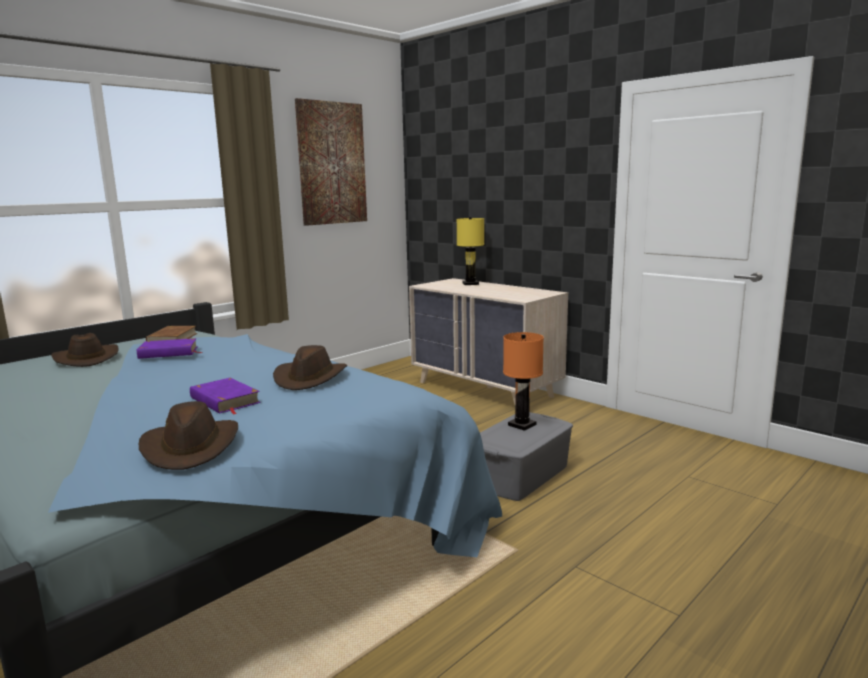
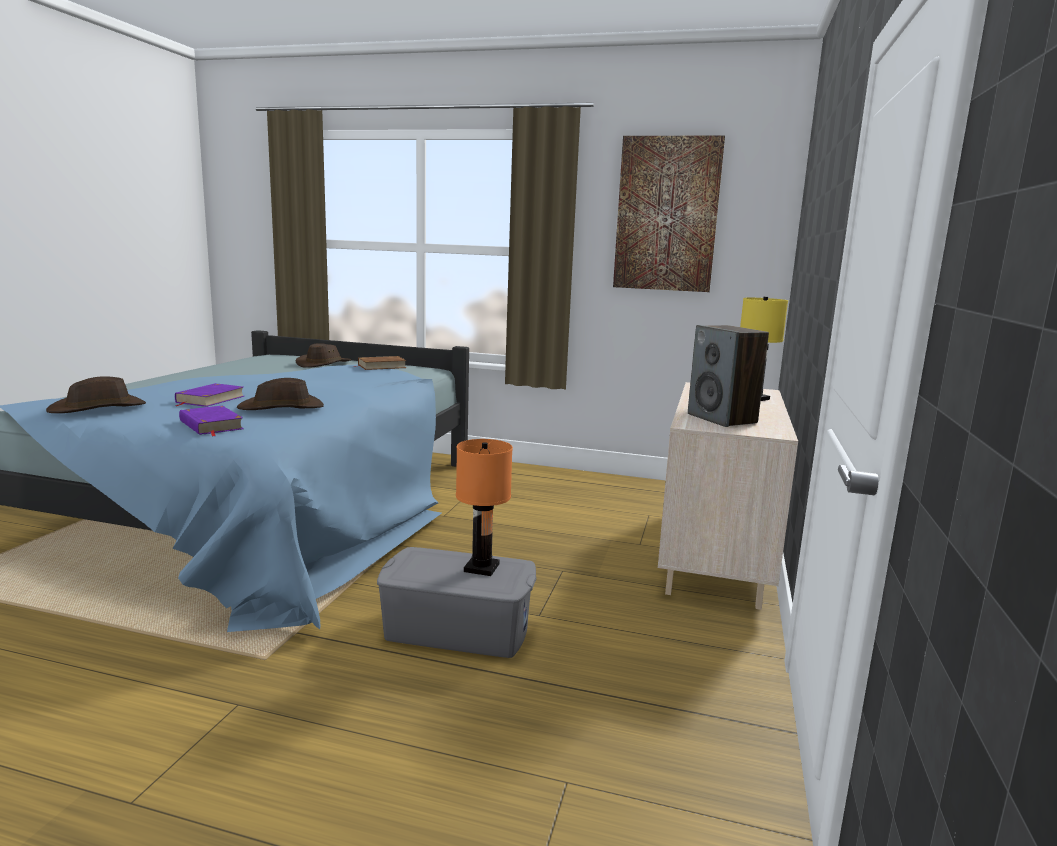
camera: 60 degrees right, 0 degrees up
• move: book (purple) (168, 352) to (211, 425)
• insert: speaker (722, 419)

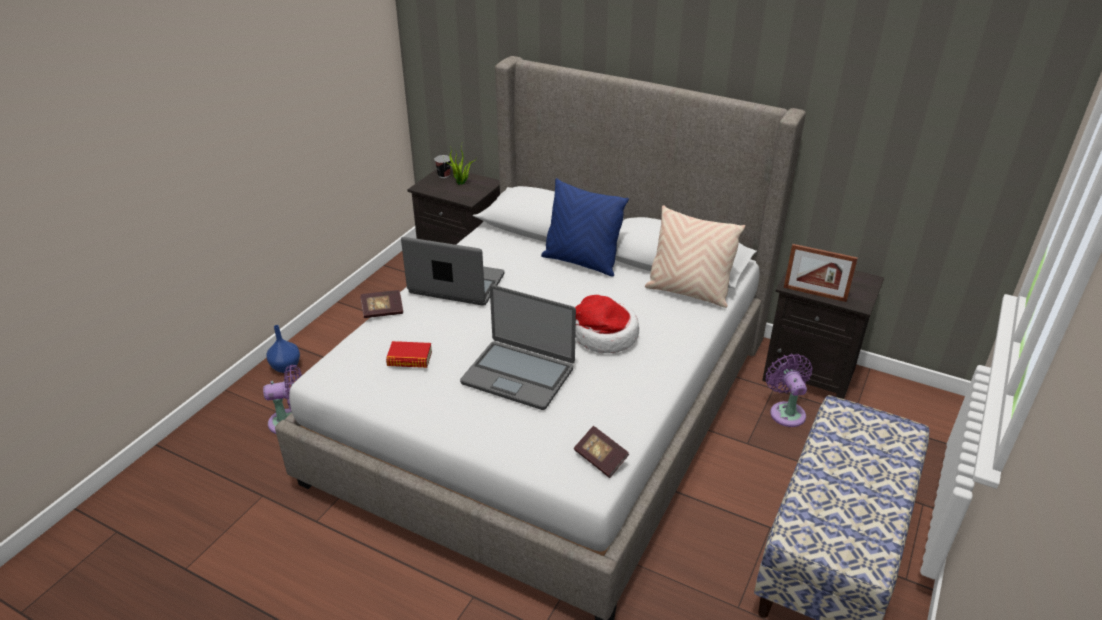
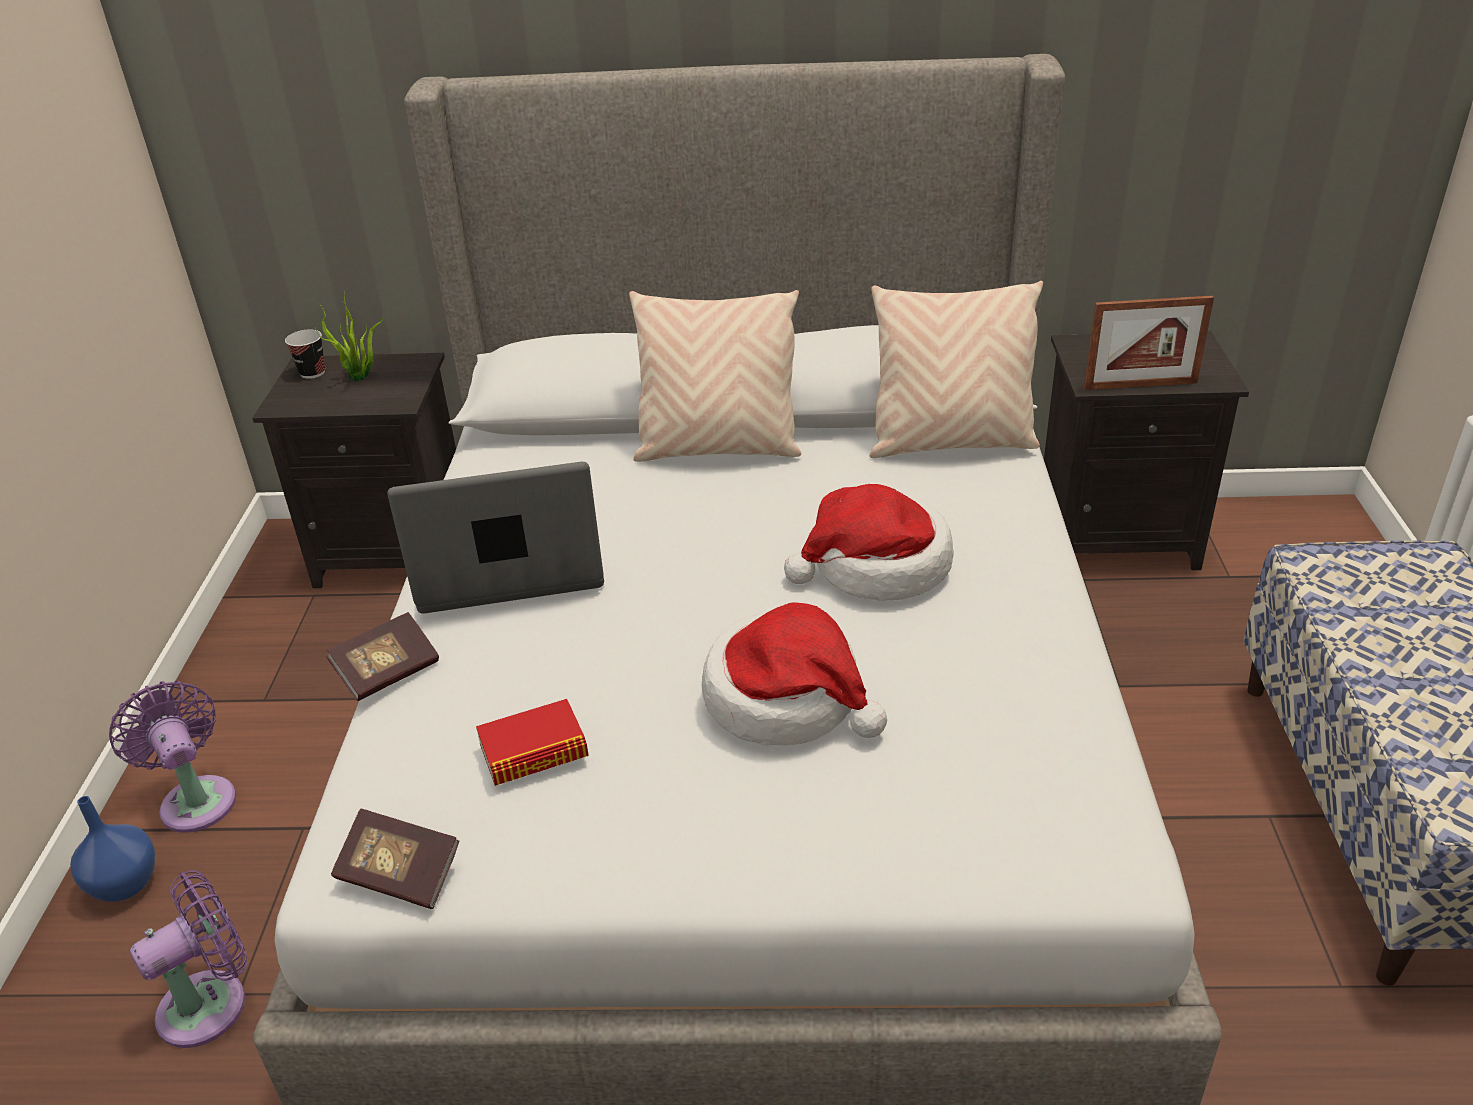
camera: 25 degrees left, 0 degrees up
• replace: laptop (518, 375) to hat (786, 699)
• recolor: pillow (blue) (581, 262) to pillow (beige) (718, 449)
• move: book (600, 459) to (400, 875)
• move: fan (purple) (786, 411) to (196, 799)

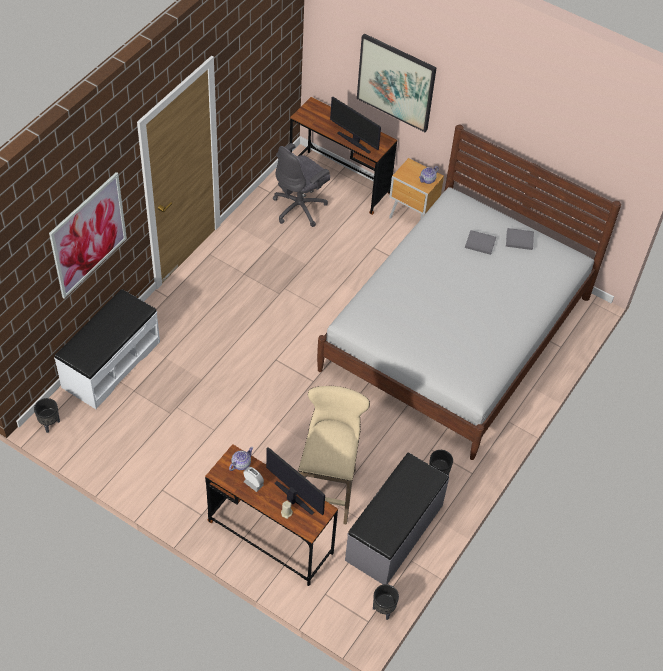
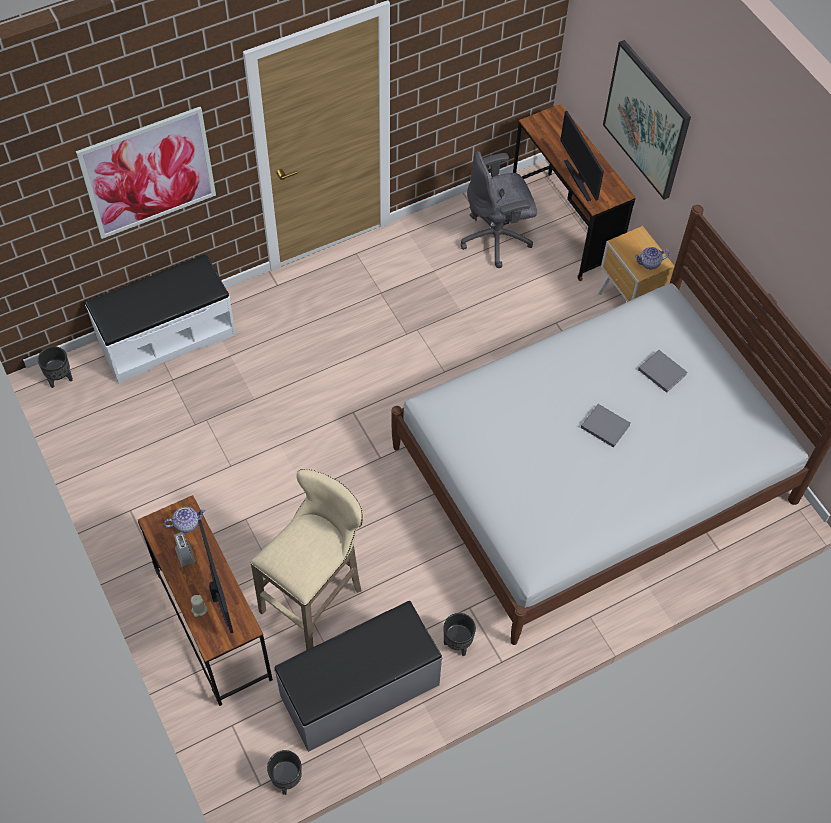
camera: 30 degrees right, 5 degrees up
• move: book (grey) (518, 239) to (604, 425)

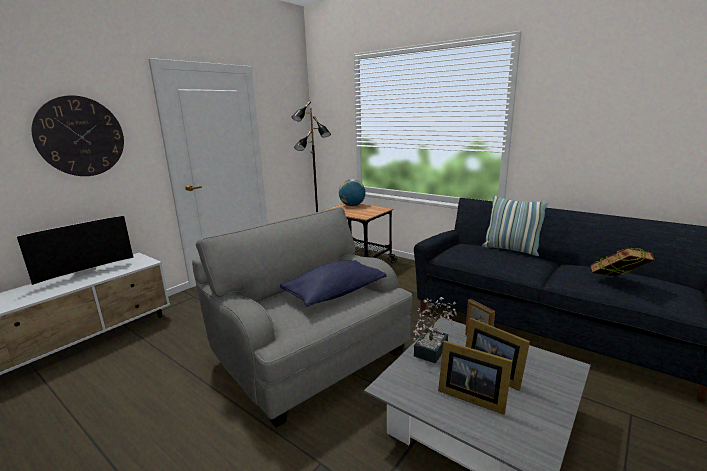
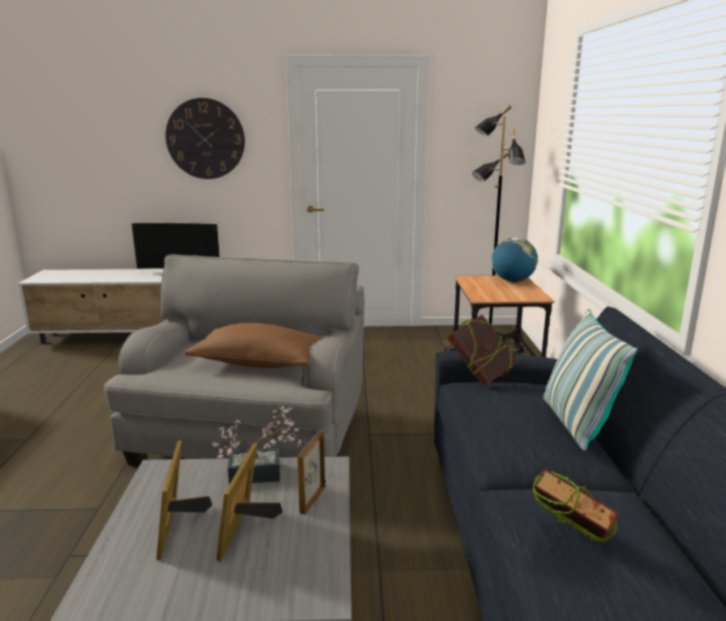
camera: 50 degrees right, 0 degrees up
• recolor: pillow (blue) (334, 293) to pillow (brown) (258, 363)
• insert: book (480, 377)

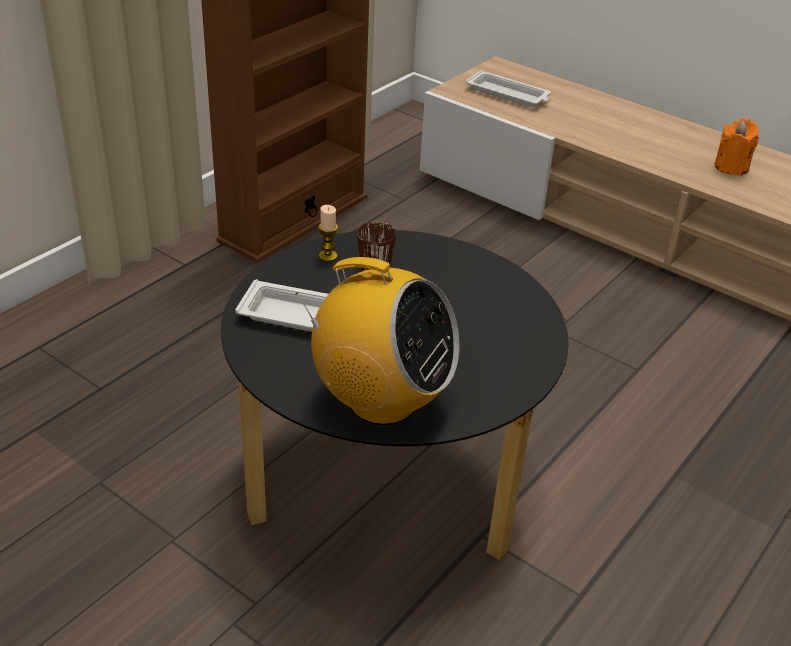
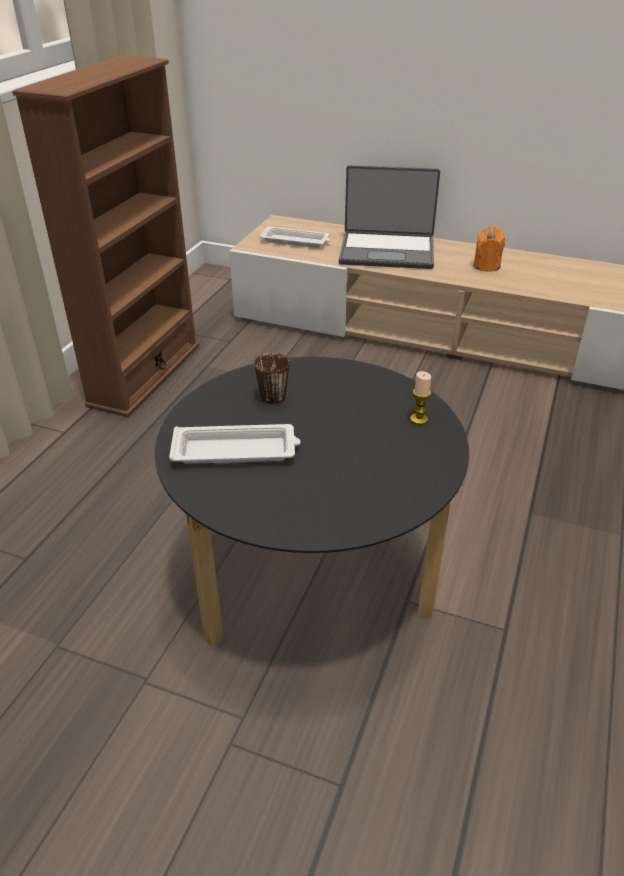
camera: 15 degrees left, 0 degrees up
• delete: radio (381, 402)
• move: candle (328, 256) to (418, 419)
• insert: laptop (387, 251)

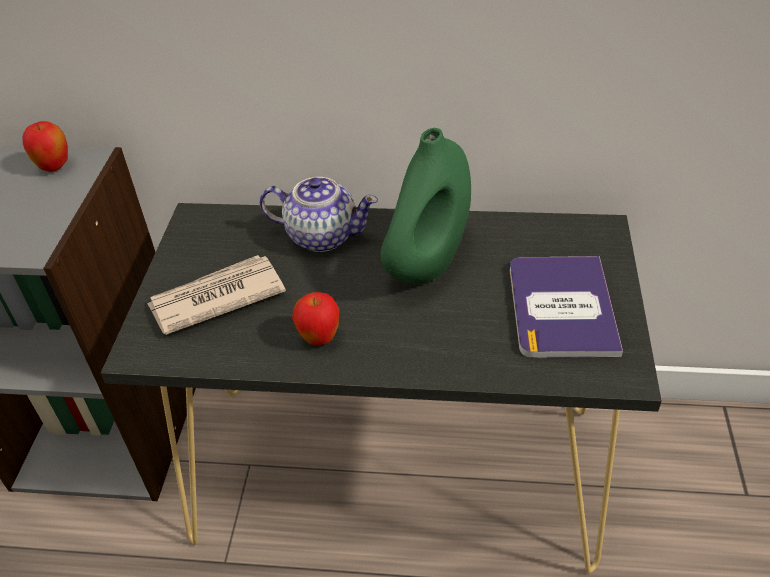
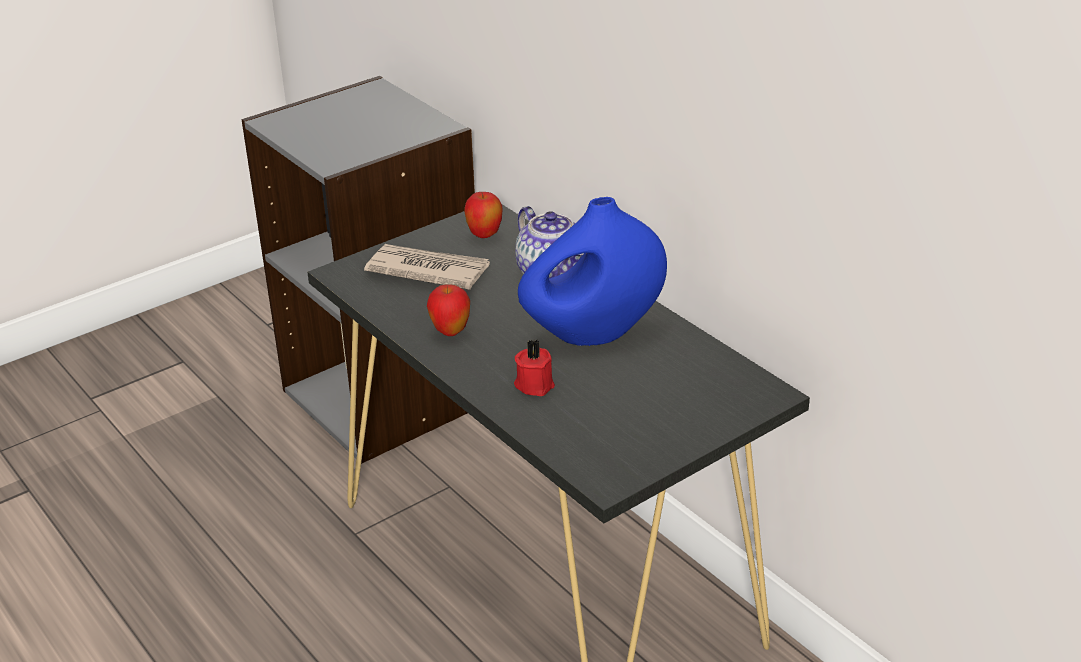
camera: 45 degrees right, 10 degrees down
• move: apple (55, 167) to (484, 235)
• recolor: vase (green) (427, 264) to vase (blue) (592, 334)
• delete: book (561, 307)
• insert: candle (red) (534, 384)

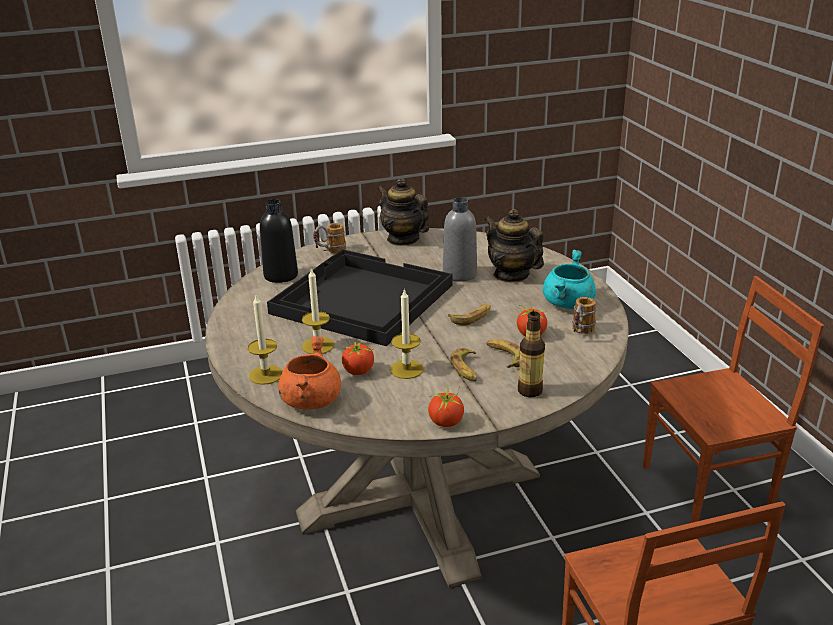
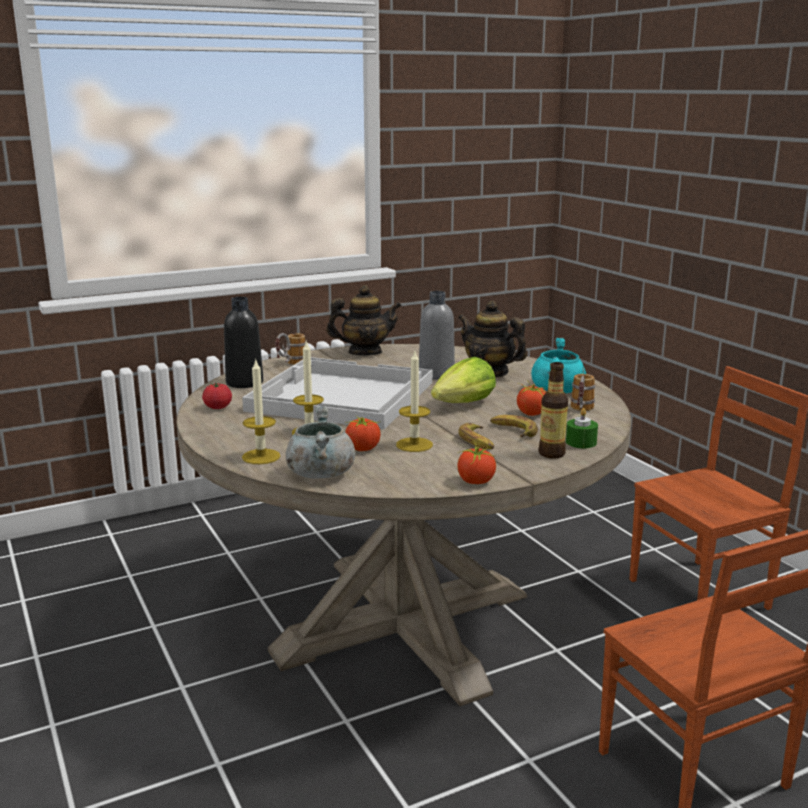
camera: 10 degrees left, 10 degrees down
• recolor: tray (black) (360, 299) to tray (white) (340, 396)
• recolor: cooking pot (orange) (310, 400) to cooking pot (grey) (320, 473)
• rotate: teapot (403, 239) = (364, 352) 135 degrees clockwise
• replace: banana (471, 317) to lettuce (464, 404)
• insert: tomato (218, 407)
• insert: candle (green) (581, 442)

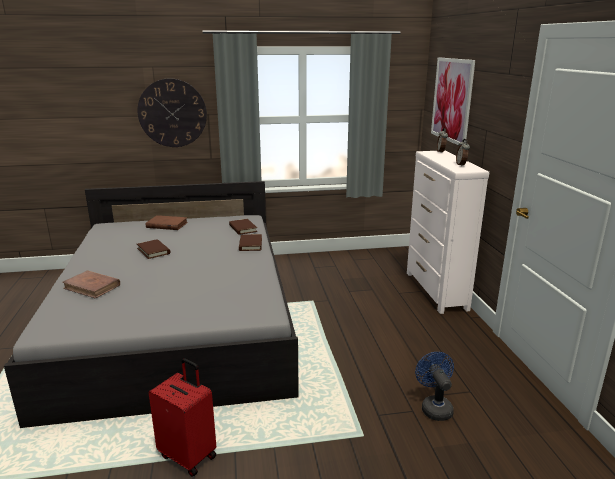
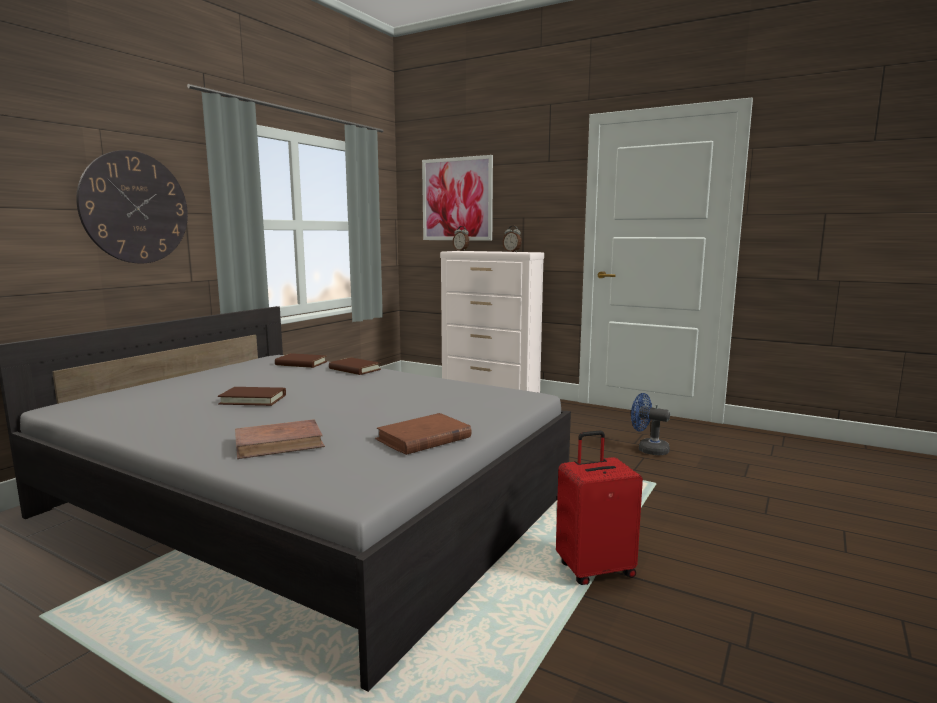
camera: 50 degrees left, 10 degrees down
• move: book (brown) (166, 225) to (423, 438)

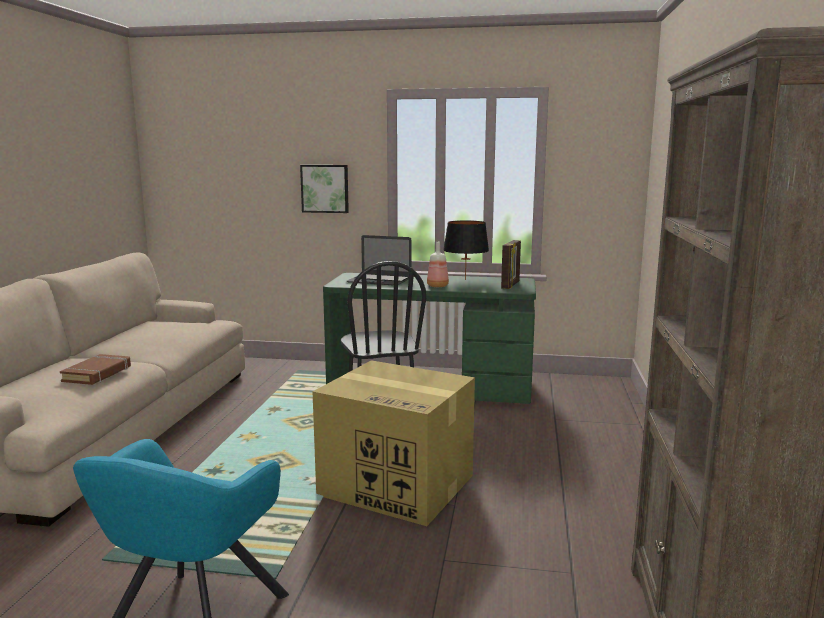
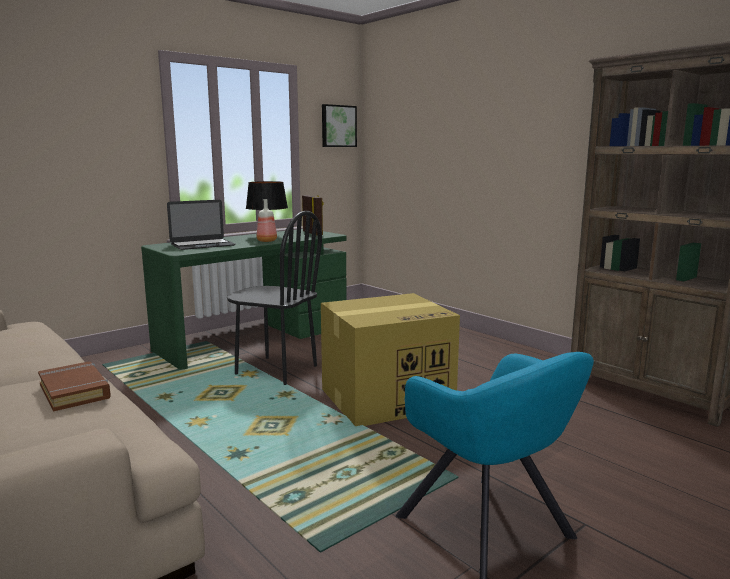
camera: 50 degrees left, 0 degrees up
• move: picture (325, 188) to (338, 126)

